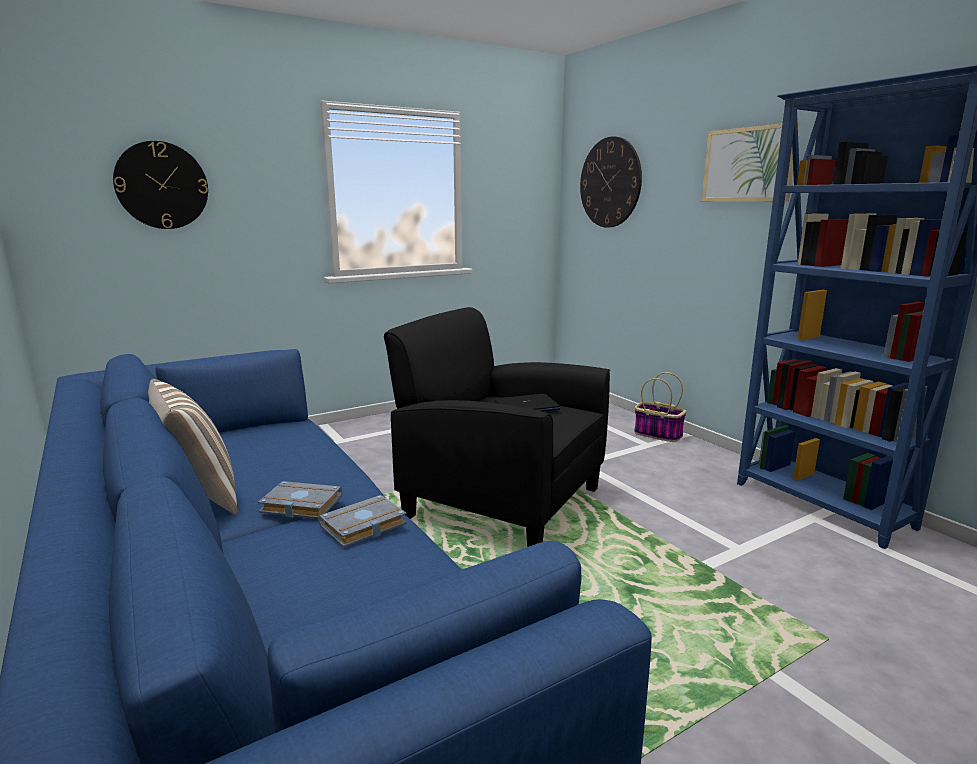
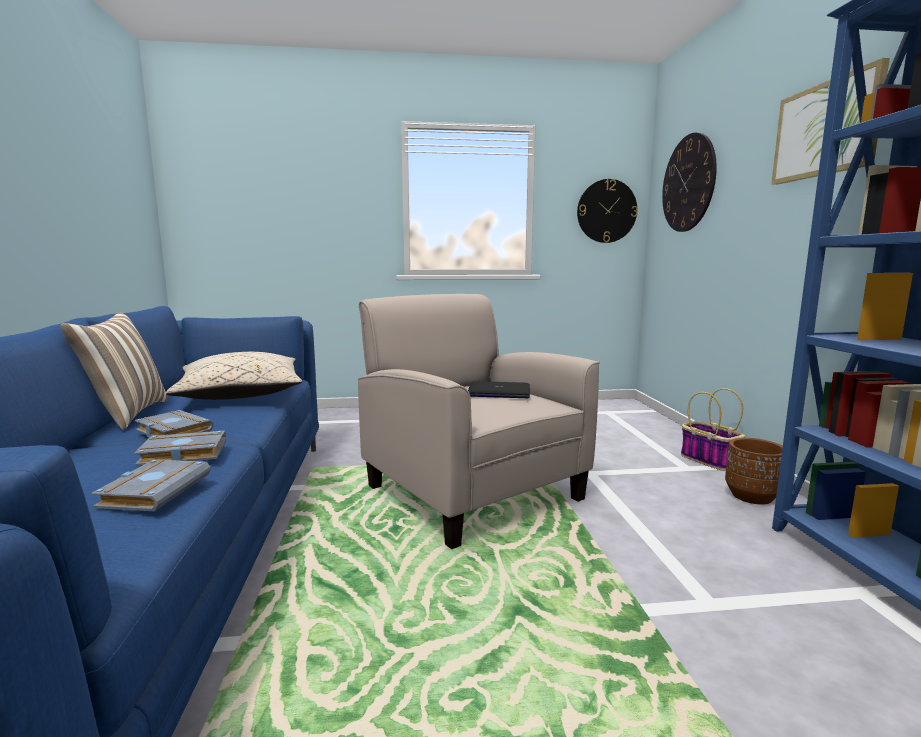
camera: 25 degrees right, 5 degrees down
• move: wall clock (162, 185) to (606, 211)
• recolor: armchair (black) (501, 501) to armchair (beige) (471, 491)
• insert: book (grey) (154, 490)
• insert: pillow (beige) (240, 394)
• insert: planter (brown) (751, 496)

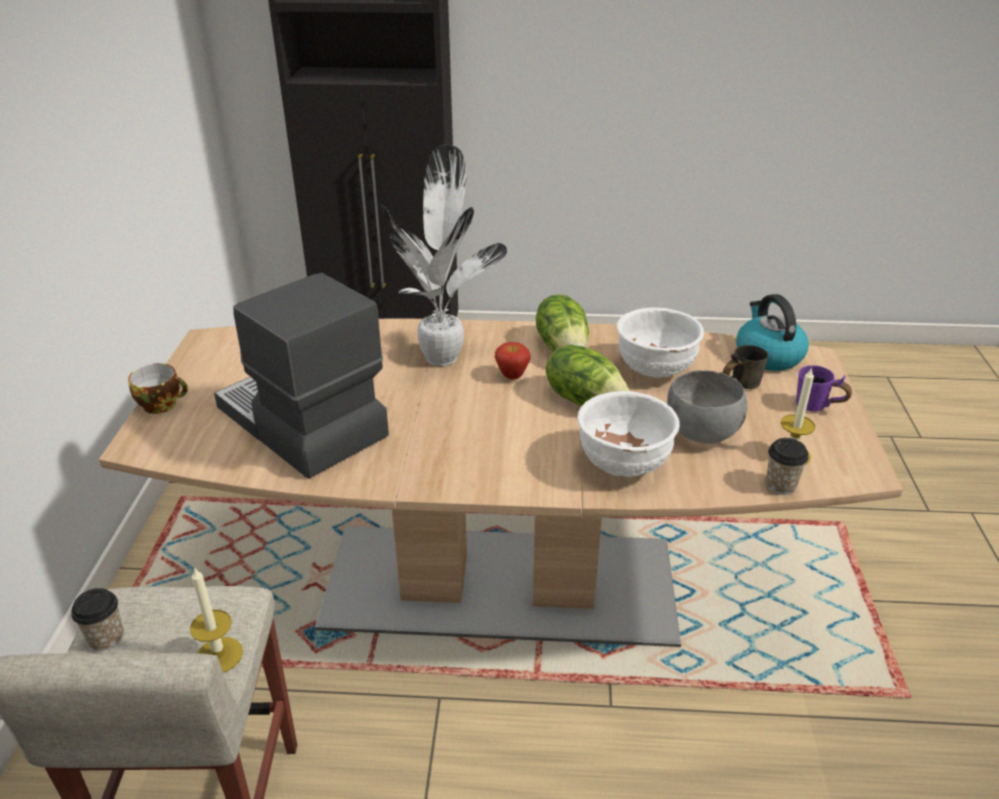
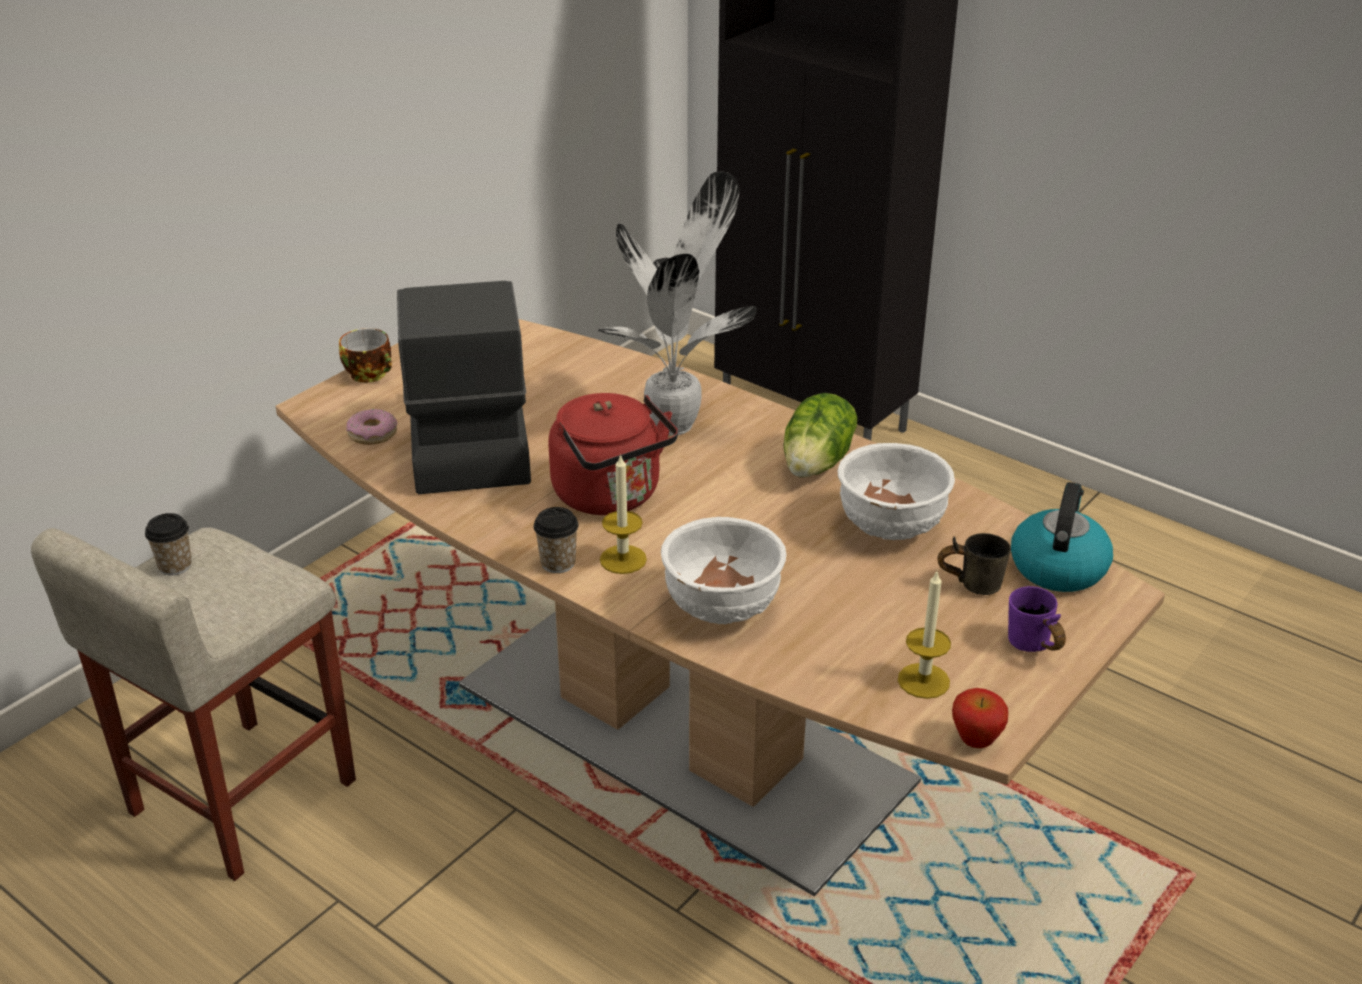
camera: 35 degrees right, 0 degrees up
• move: candle (219, 655) to (623, 559)
• move: apple (512, 377) to (975, 742)
• delete: lettuce (585, 400)
• delete: bowl (grey) (700, 434)
• move: cup (780, 485) to (558, 563)
• insert: donut (372, 434)
• insert: kettle (red) (611, 496)

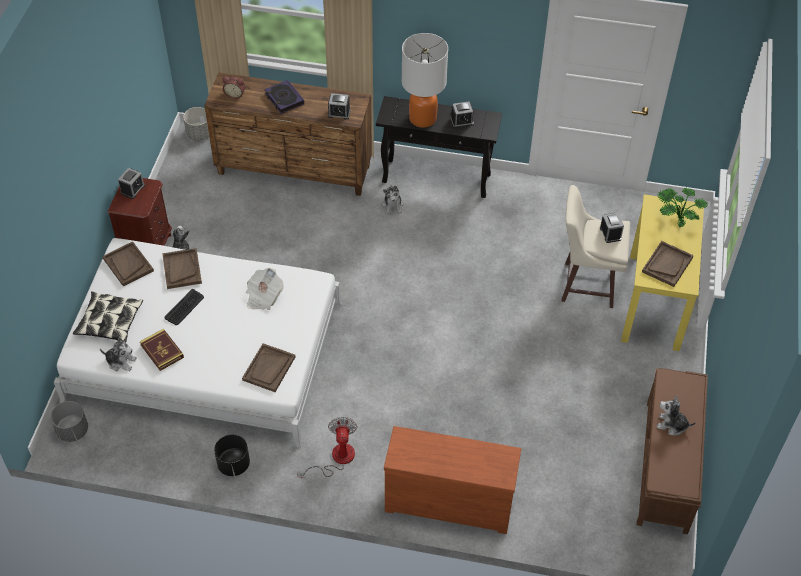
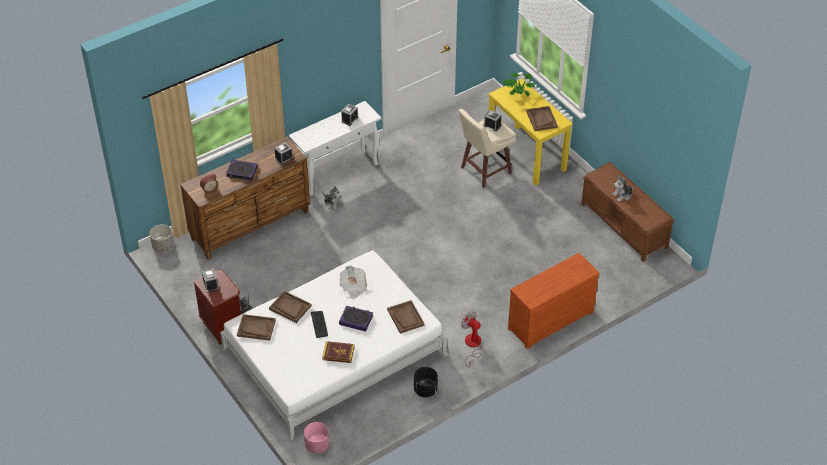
camera: 45 degrees left, 5 degrees down
• recolor: planter (grey) (72, 430) to planter (pink) (317, 445)
• delete: pillow (109, 322)
• delete: plush toy (121, 361)
• recolor: console table (black) (437, 178) to console table (white) (338, 172)
• delete: table lamp (422, 118)
• insert: book (356, 320)

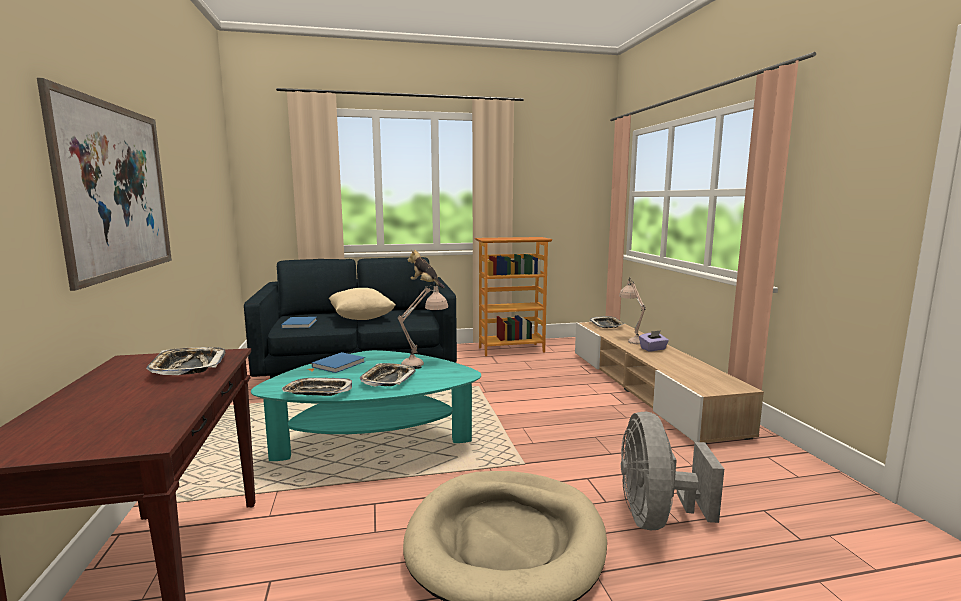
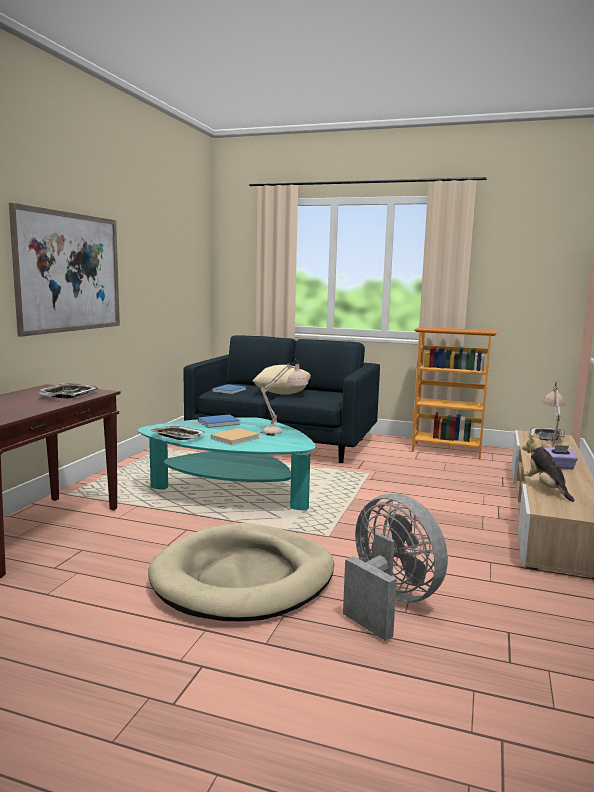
camera: 30 degrees right, 0 degrees up
• replace: tray (388, 379) to book (beige) (236, 438)
• move: plush toy (426, 285) to (545, 489)
• rotate: fan (grey) (656, 517) = (389, 603) 105 degrees clockwise

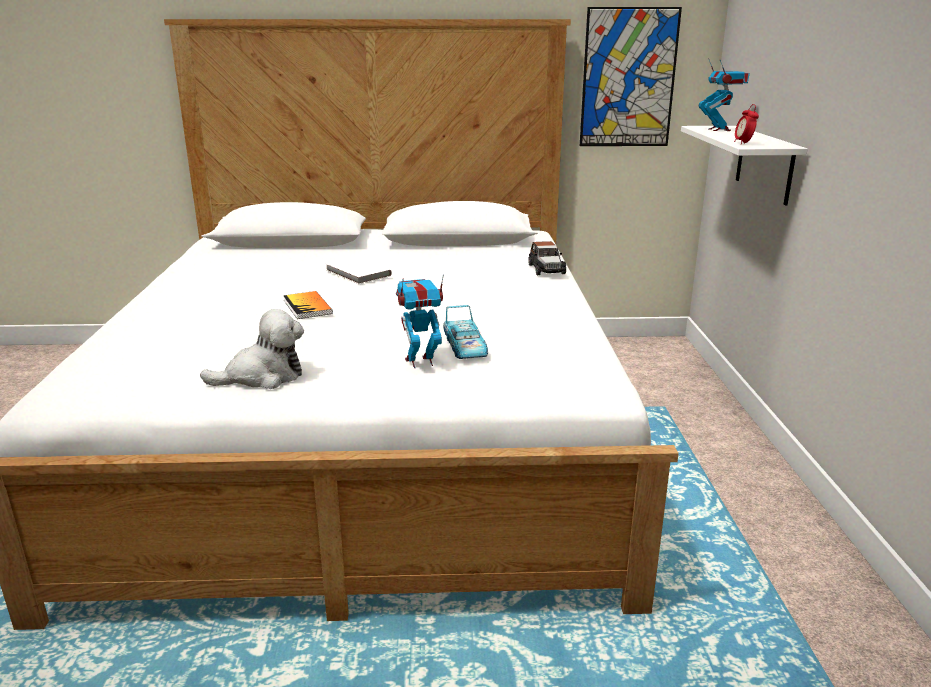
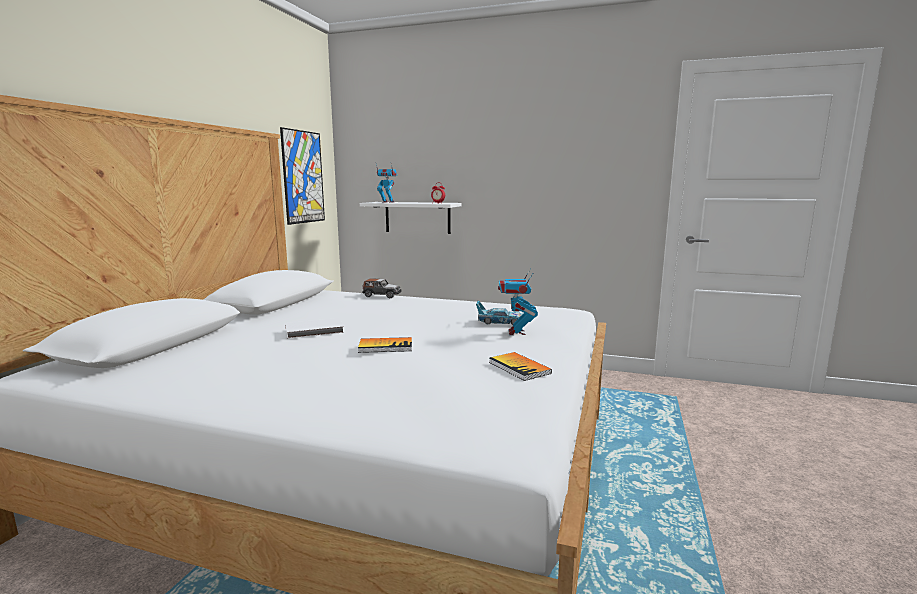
camera: 70 degrees left, 10 degrees down
• replace: plush toy (263, 377) to book (519, 368)

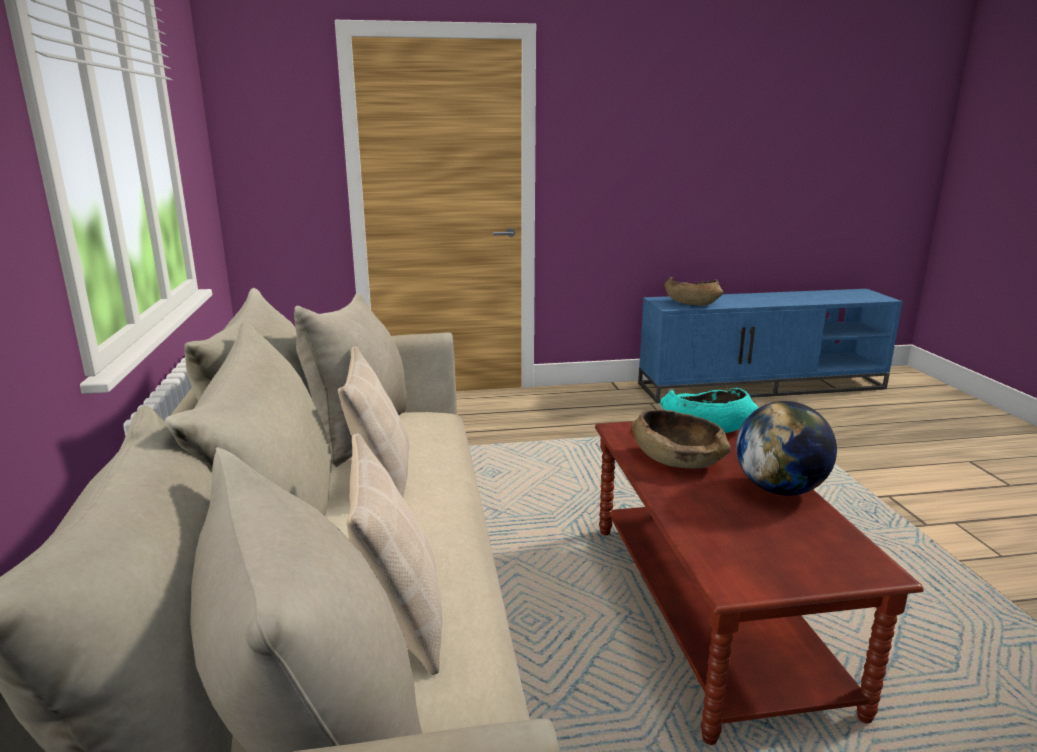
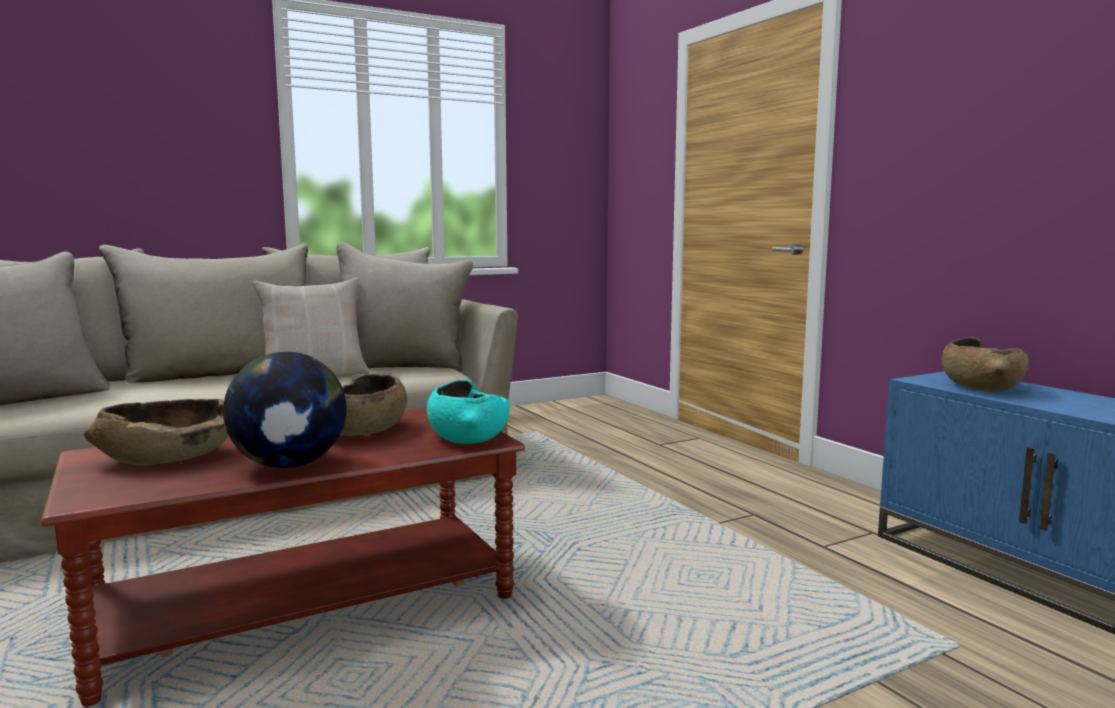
camera: 70 degrees right, 10 degrees down
• delete: pillow (beige) (399, 616)
• insert: bowl (brown) (168, 457)

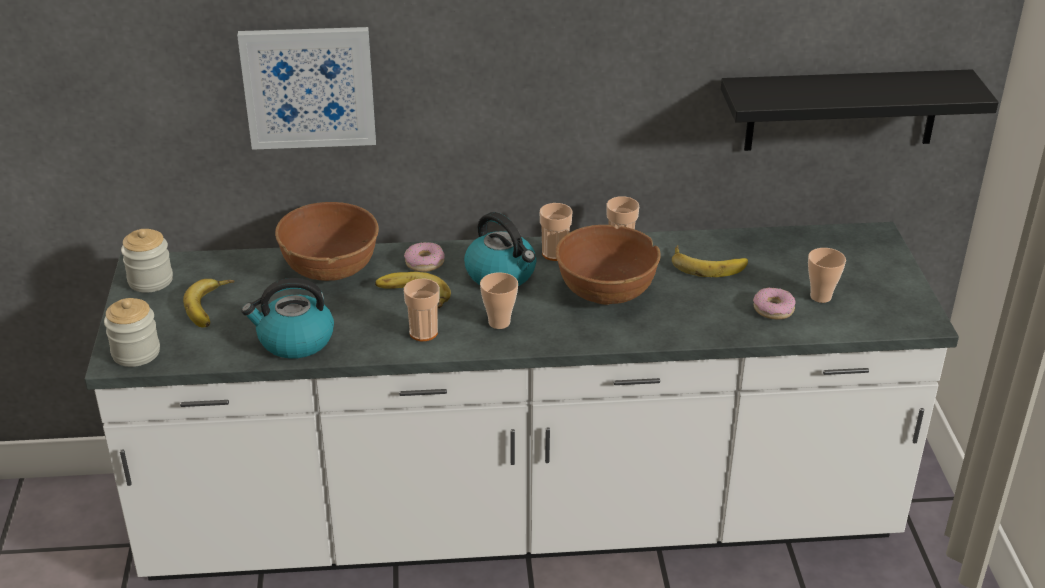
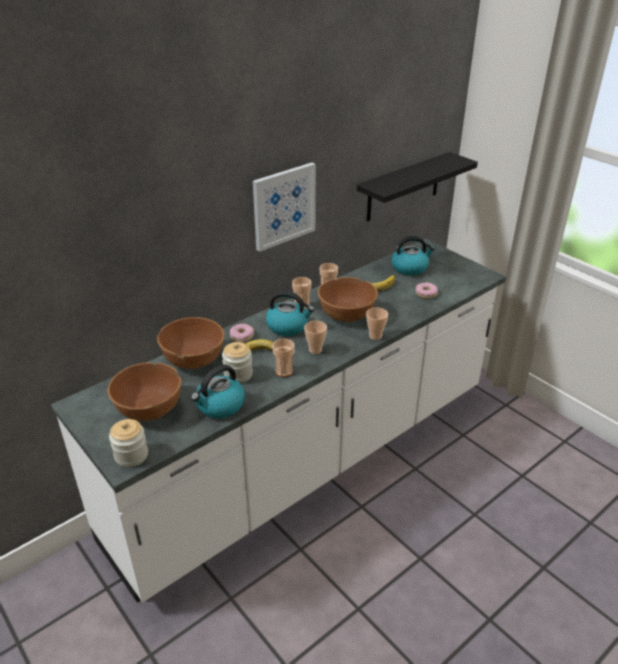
camera: 35 degrees left, 0 degrees up
• move: jar (150, 280) to (238, 374)
• replace: banana (213, 307) to bowl (brown) (149, 409)
• move: picture (309, 87) to (284, 206)
• move: cup (820, 296) to (375, 336)
• insert: kettle (410, 268)

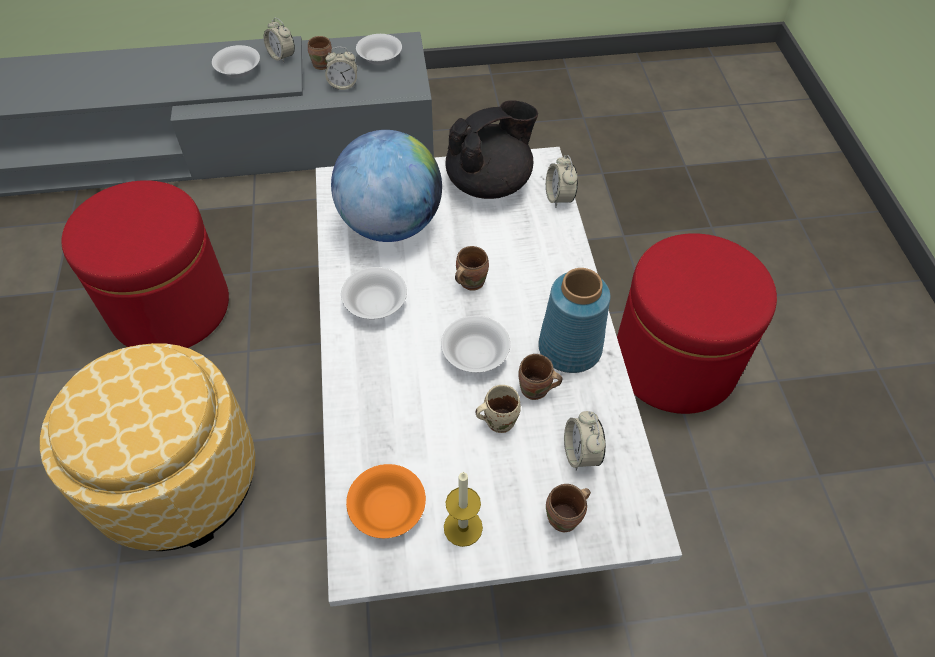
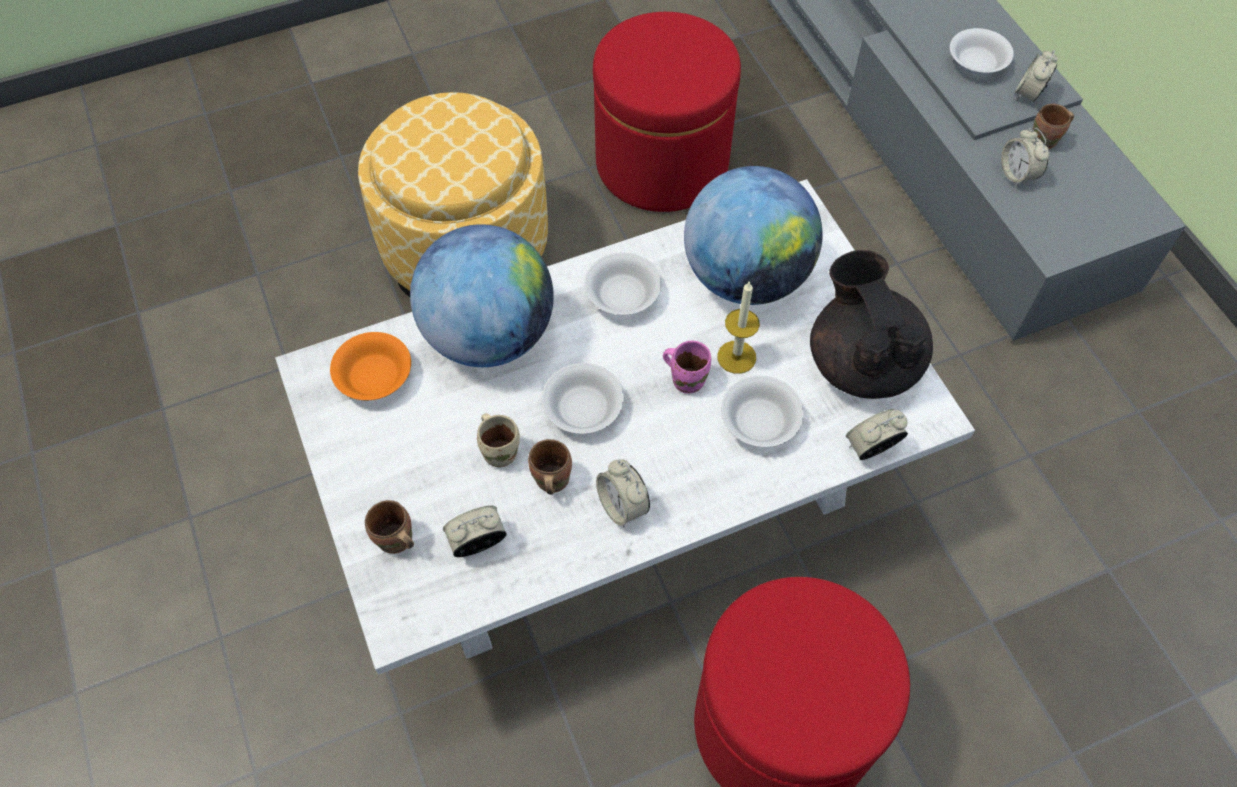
camera: 75 degrees right, 5 degrees up
• move: bowl (white) (379, 58) to (759, 421)
• move: candle (463, 527) to (736, 357)
• rotate: teapot (black) (490, 183) = (862, 362) 150 degrees counterclockwise
• recolor: mug (brown) (469, 281) to mug (pink) (687, 378)
• replace: vase (blue) (570, 347) to alarm clock (622, 506)
• insert: globe (489, 335)

